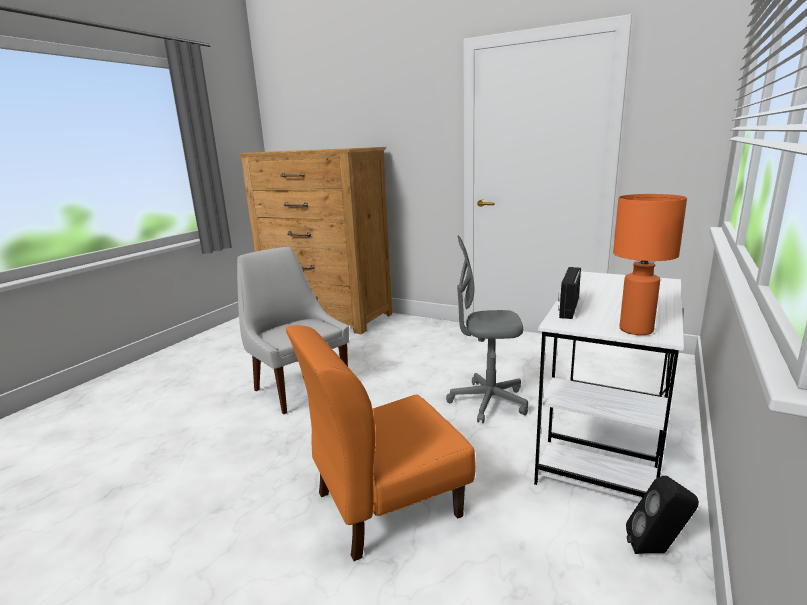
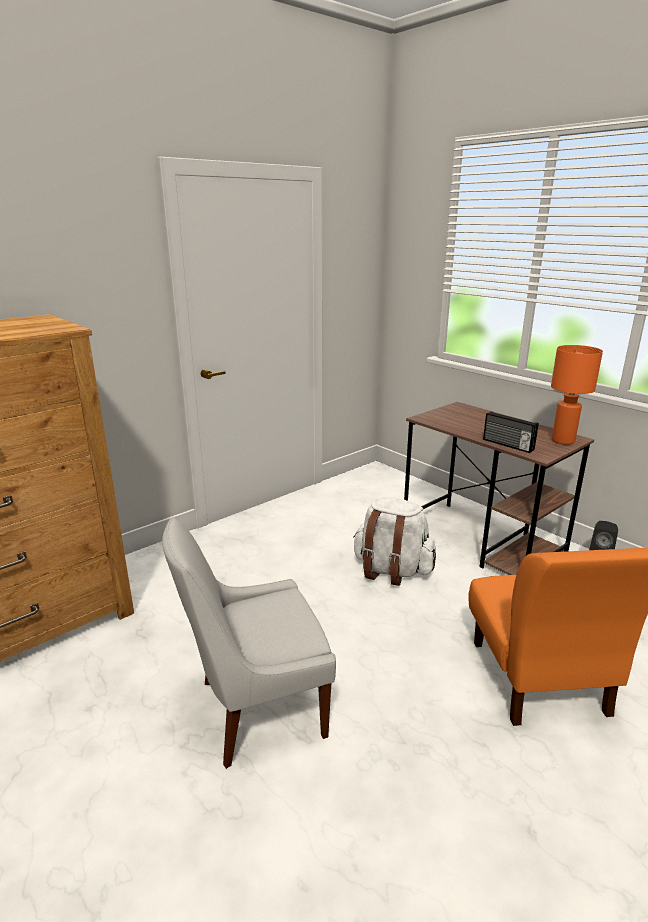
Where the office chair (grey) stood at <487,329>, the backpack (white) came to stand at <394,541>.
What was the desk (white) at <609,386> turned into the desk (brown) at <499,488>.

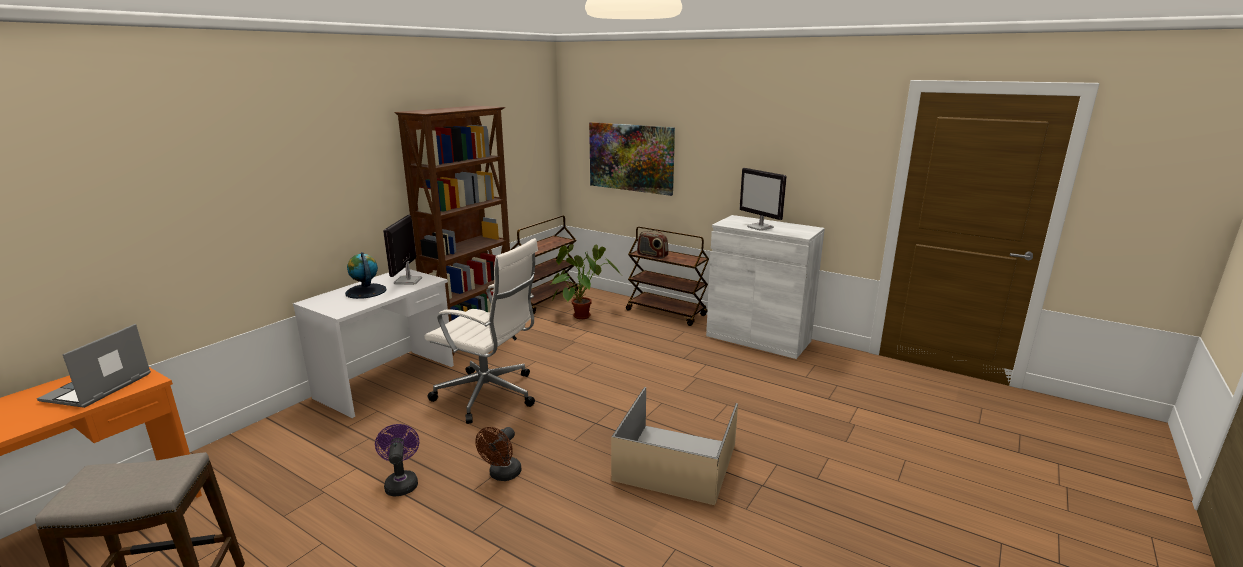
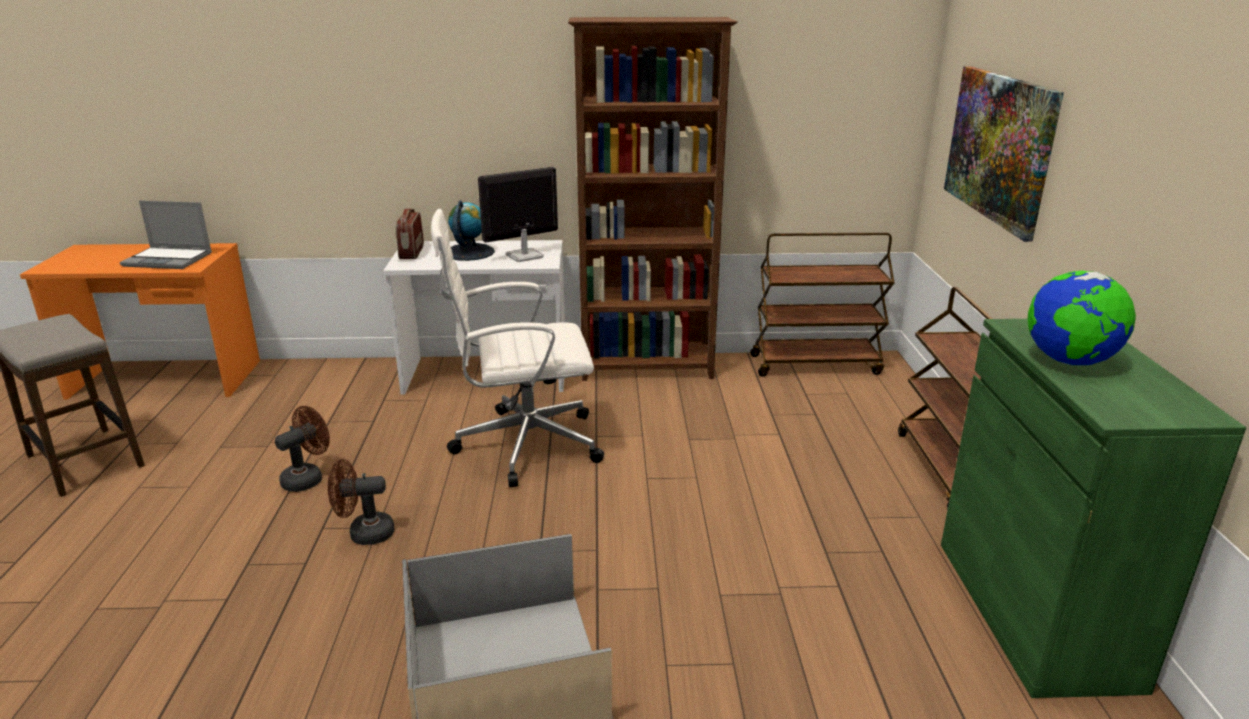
Where the monitor stood at <763,199>, the globe came to stand at <1081,318>.
What was the cabinet (white) at <765,287> turned into the cabinet (green) at <1093,508>.
The radio ended up elsewhere, having gone from <653,244> to <409,233>.
The office chair (white) at <481,331> ended up facing another way, 90 degrees clockwise from before.
The second view lost the potted plant at <585,281>.
The laptop at <94,366> ended up facing another way, 150 degrees counterclockwise from before.
What was the fan (purple) at <397,460> turned into the fan (brown) at <302,449>.

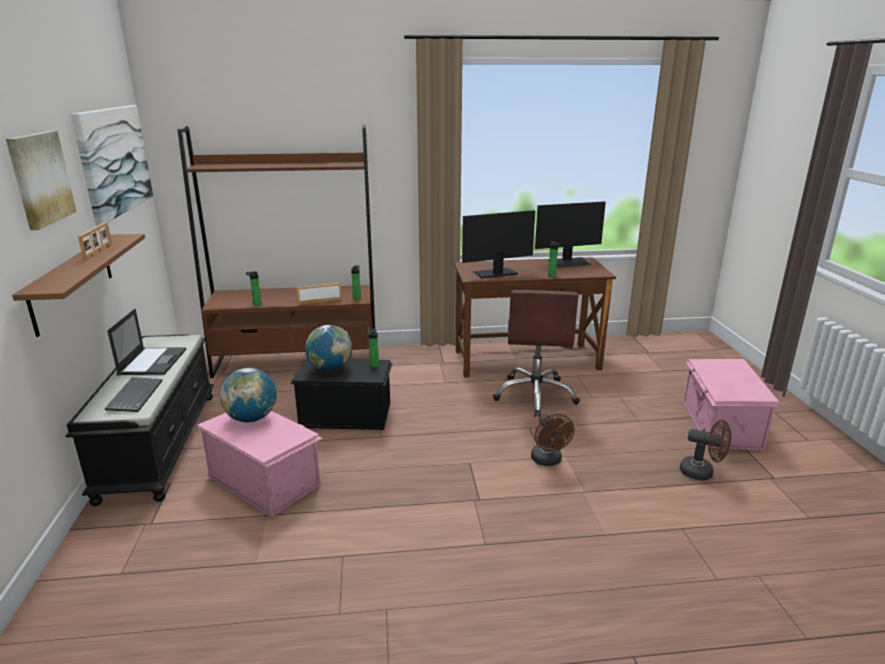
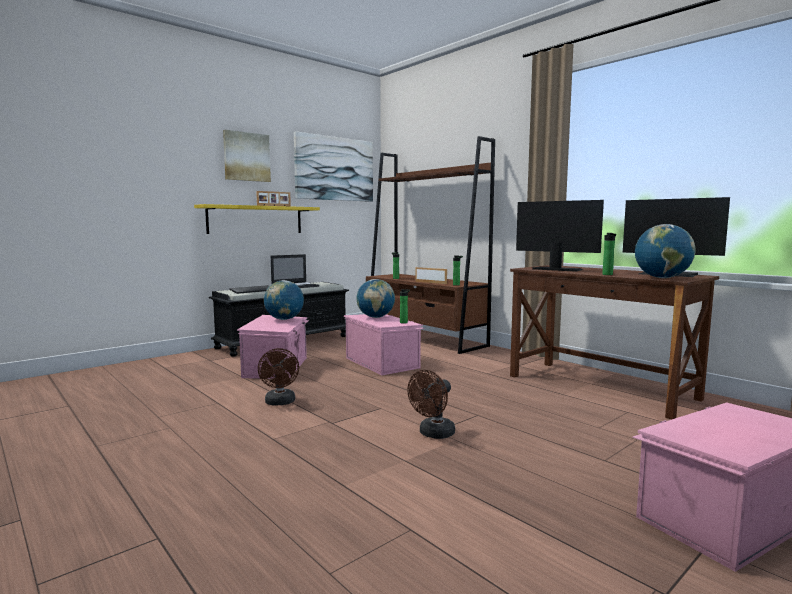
What was the shelf (brown) at <78,285> turned into the shelf (yellow) at <257,219>.
The second view lost the office chair (brown) at <536,353>.
What was the storage box (black) at <341,394> turned into the storage box (pink) at <384,344>.
The fan (brown) ended up elsewhere, having gone from <705,450> to <278,377>.
The second view gained the globe at <665,251>.

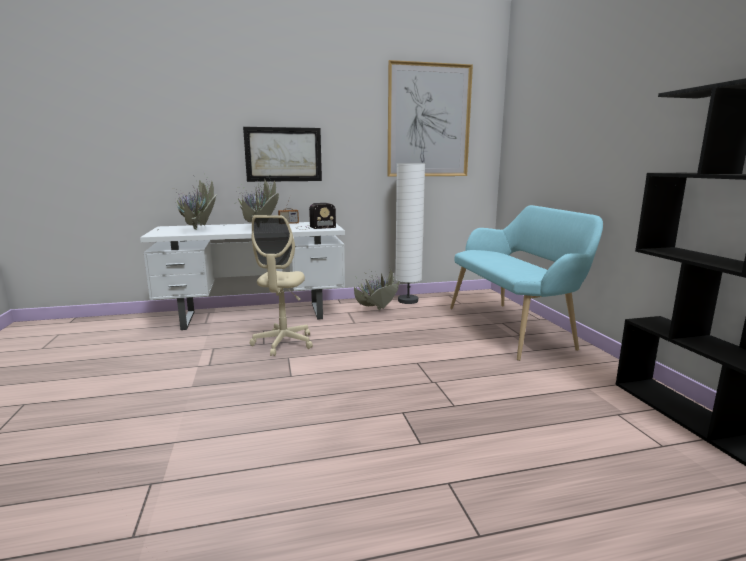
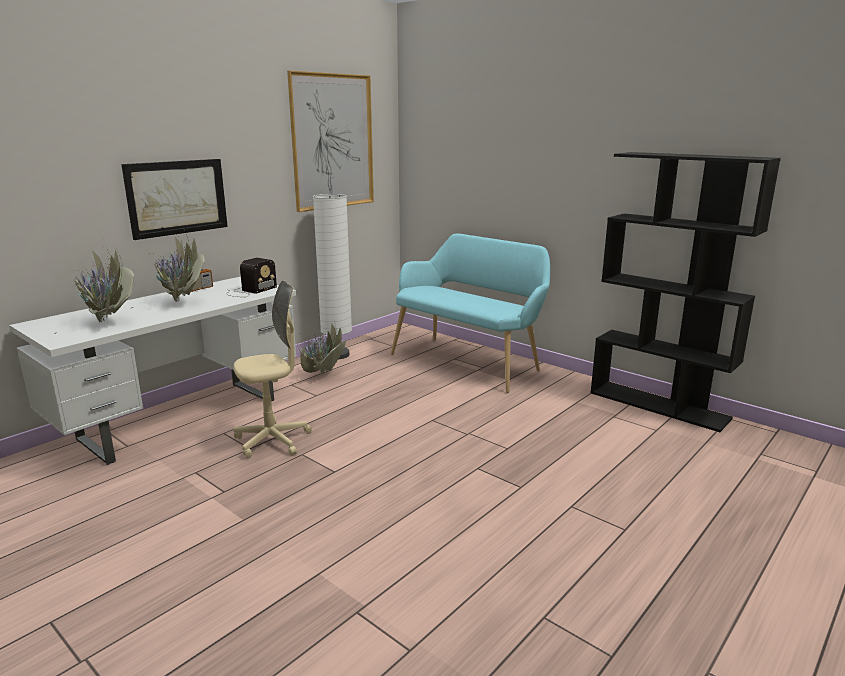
The office chair (beige) at <281,285> ended up facing another way, 90 degrees counterclockwise from before.

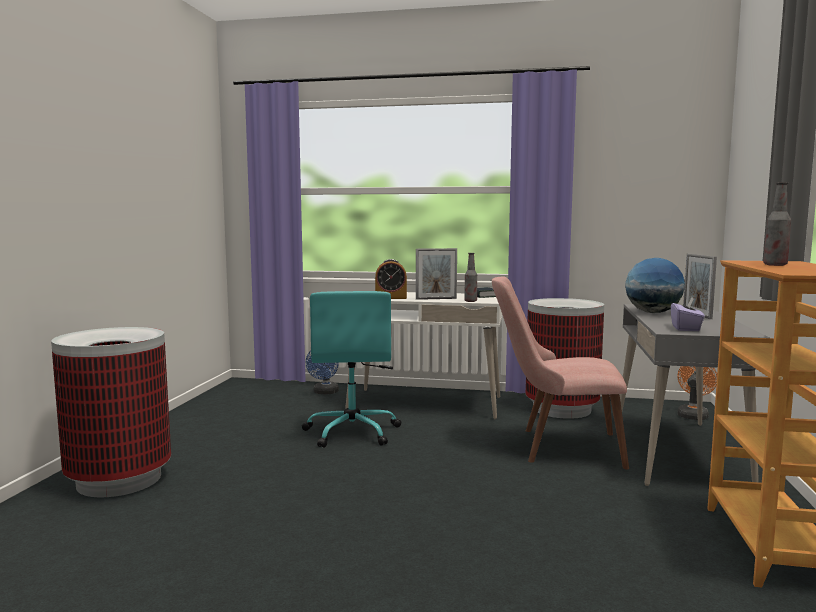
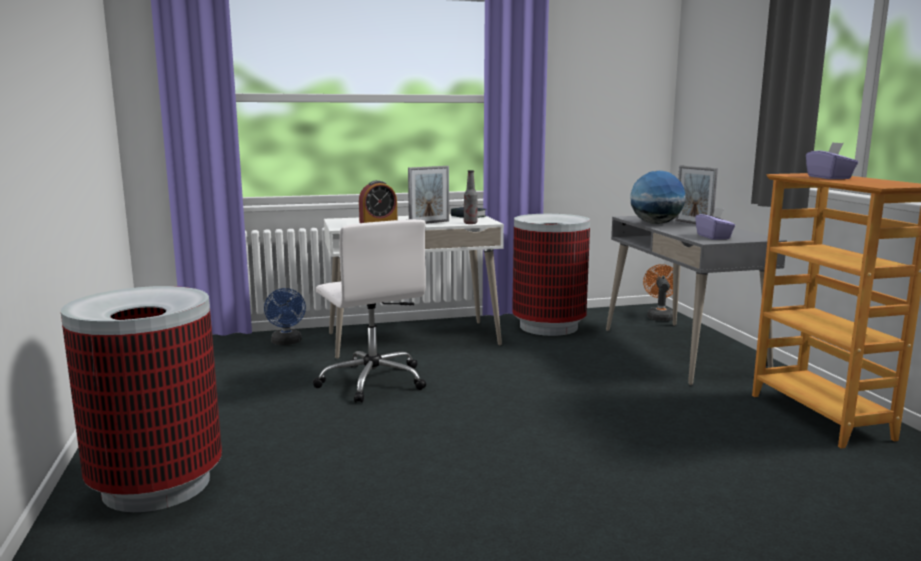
Where the bottle stood at <777,224>, the tissue box (purple) came to stand at <832,160>.
The second view lost the chair (pink) at <560,373>.
What was the office chair (turquoise) at <351,369> turned into the office chair (white) at <369,311>.

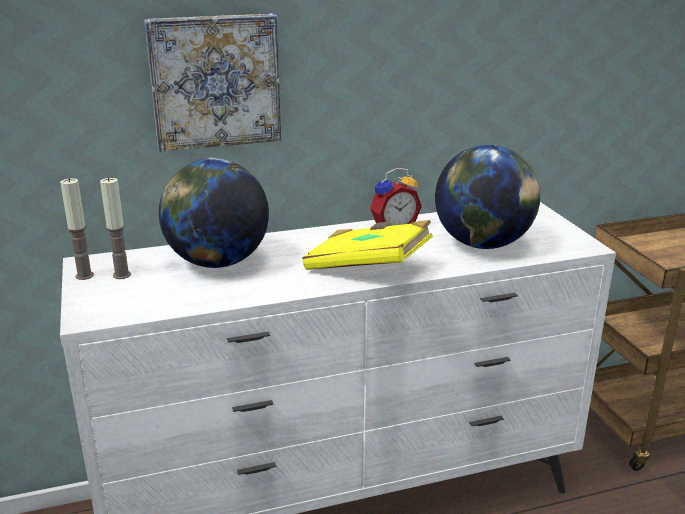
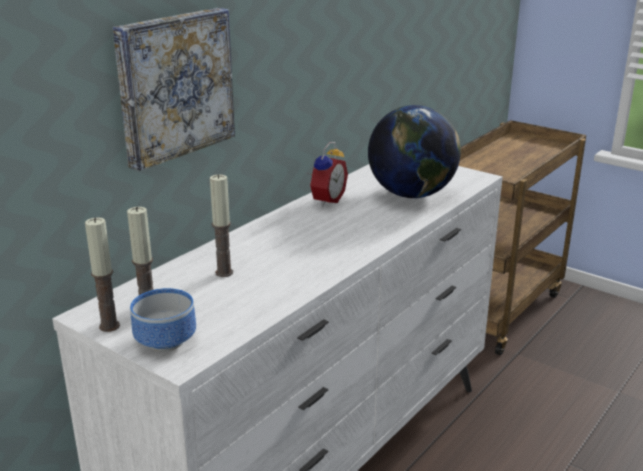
Where the globe stood at <214,213>, the candle came to stand at <221,225>.
The second view lost the book (yellow) at <367,245>.
The second view gained the bowl at <163,320>.

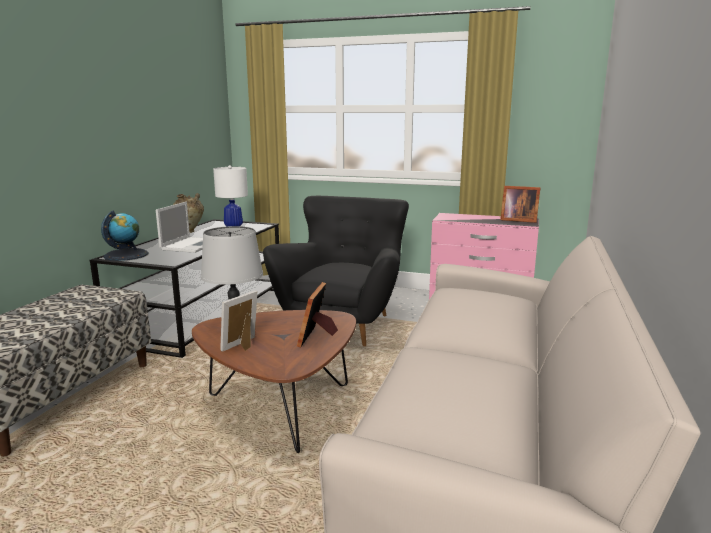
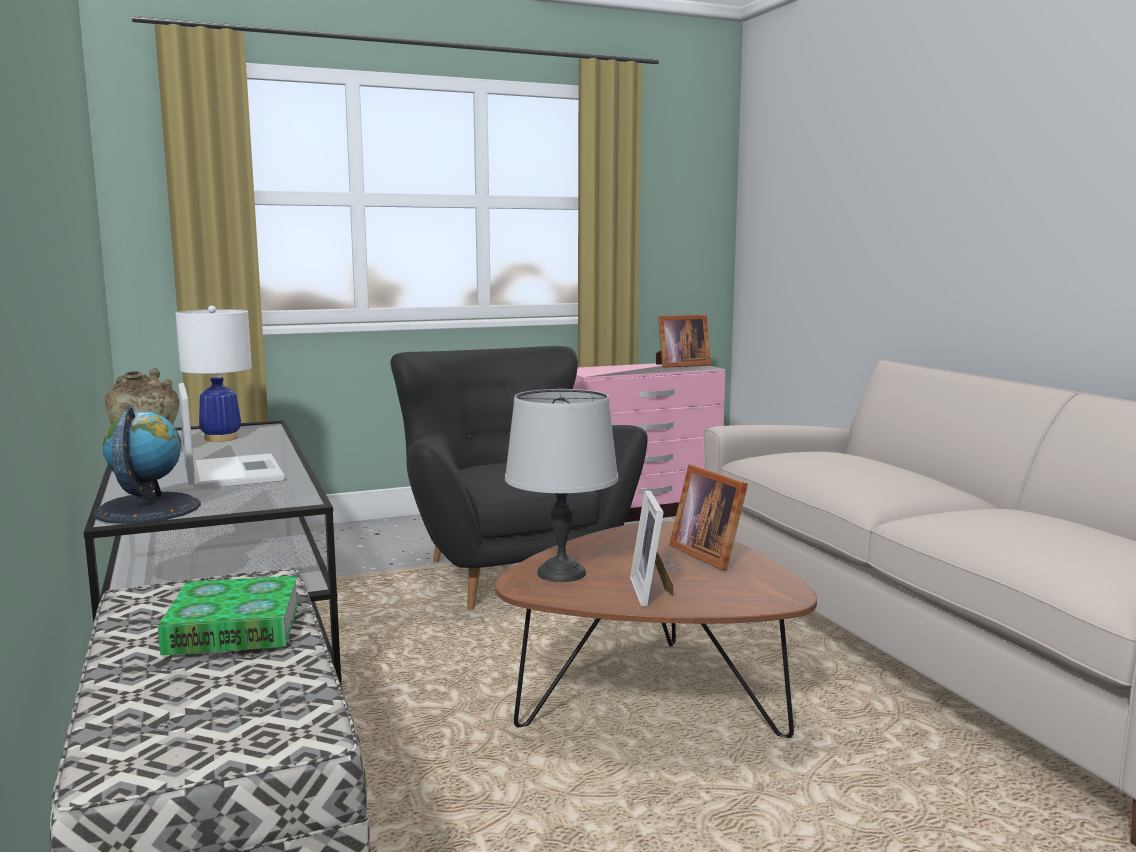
The second view gained the book at <228,615>.

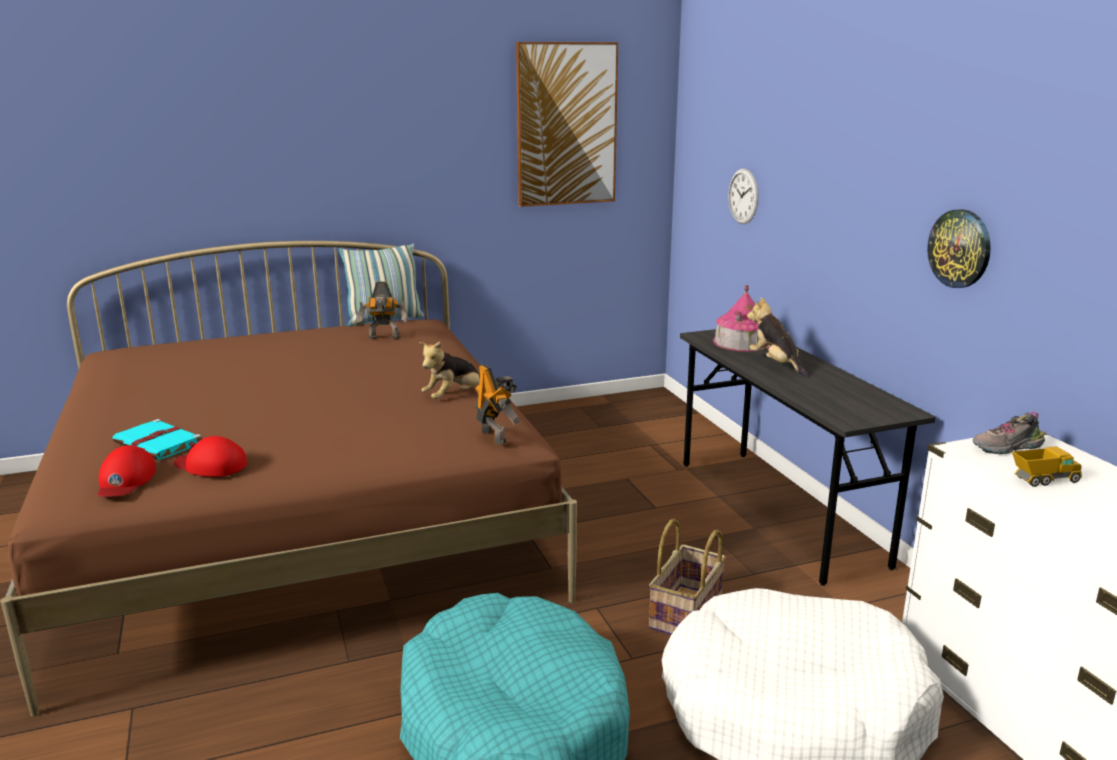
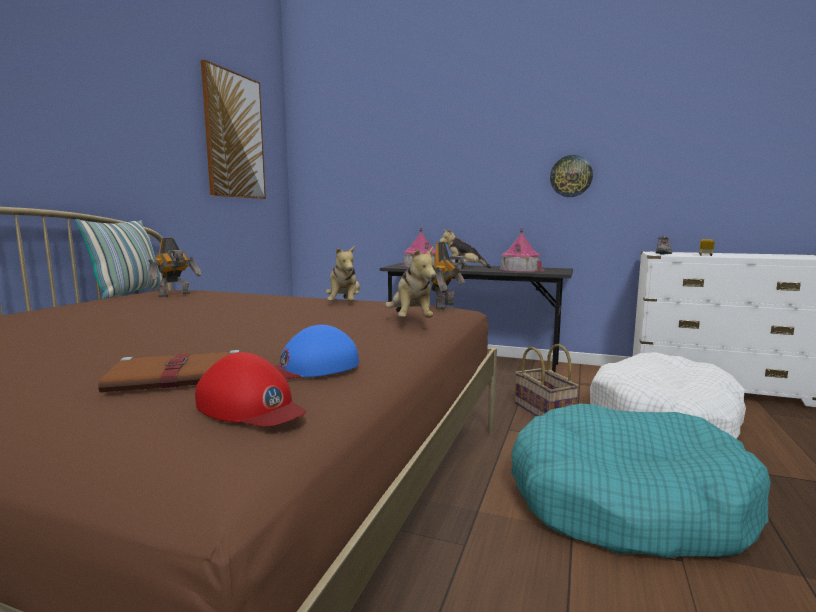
The second view lost the wall clock at <743,196>.
The toy robot at <497,404> ended up facing another way, 105 degrees clockwise from before.
What was the book (turquoise) at <156,439> turned into the book (brown) at <168,371>.
What was the cap (red) at <210,456> turned into the cap (blue) at <316,352>.
The second view gained the toy house at <522,250>.
The second view gained the plush toy at <410,282>.

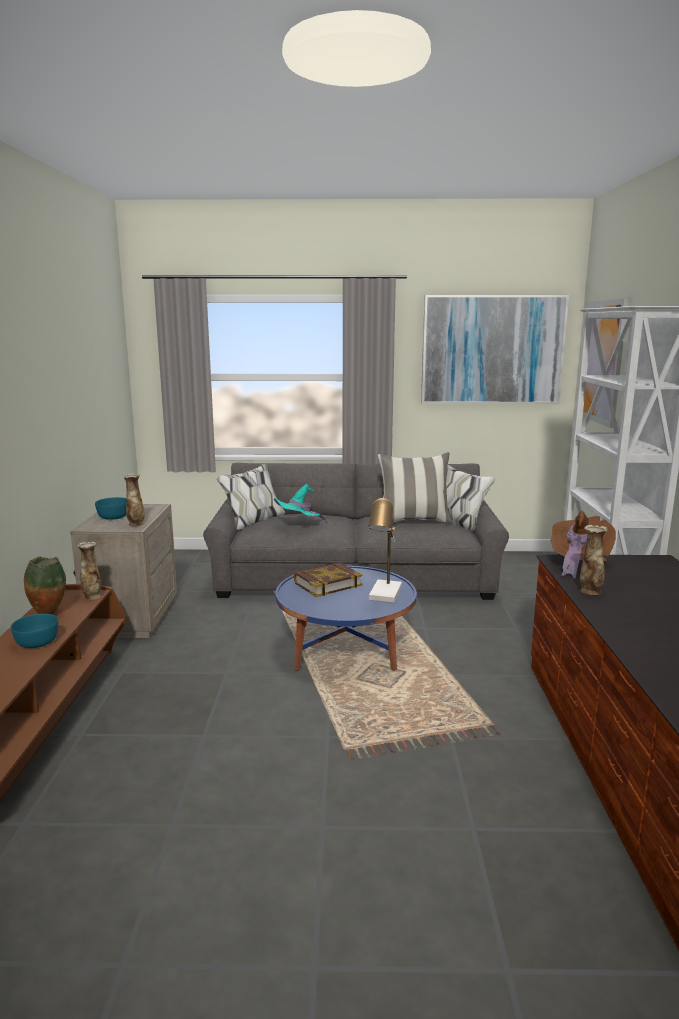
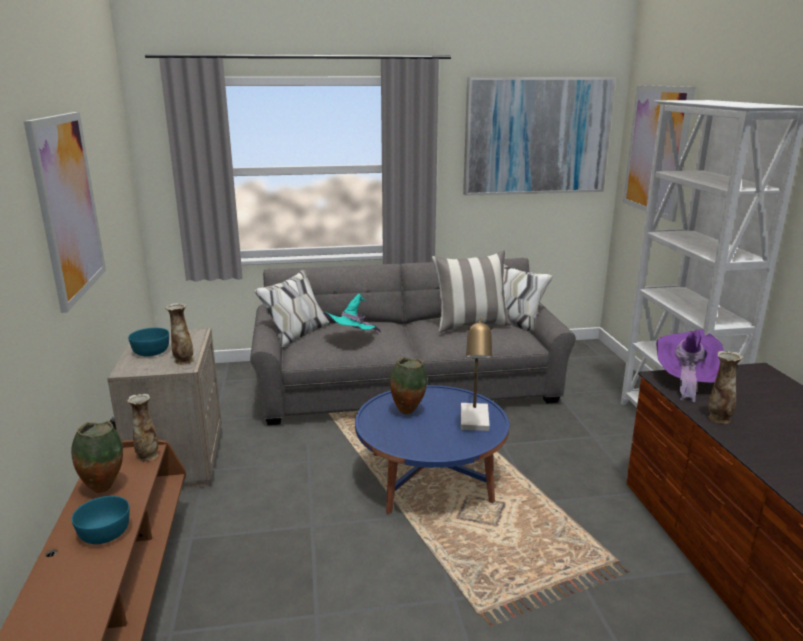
What was the hat (brown) at <583,545> turned into the hat (purple) at <690,366>.
Where the book stood at <328,580>, the vase came to stand at <408,385>.
The second view gained the picture at <65,212>.

